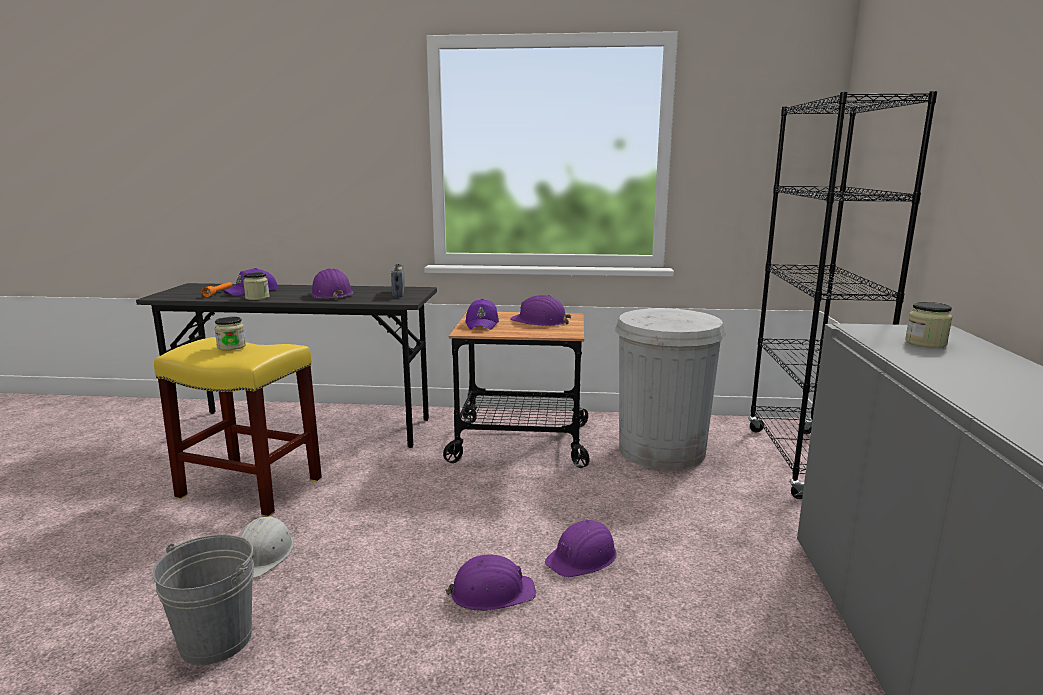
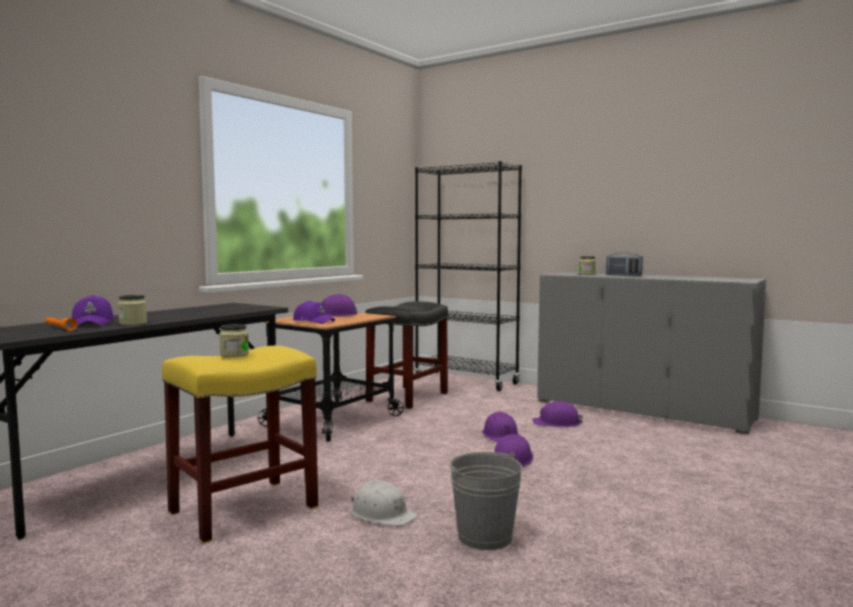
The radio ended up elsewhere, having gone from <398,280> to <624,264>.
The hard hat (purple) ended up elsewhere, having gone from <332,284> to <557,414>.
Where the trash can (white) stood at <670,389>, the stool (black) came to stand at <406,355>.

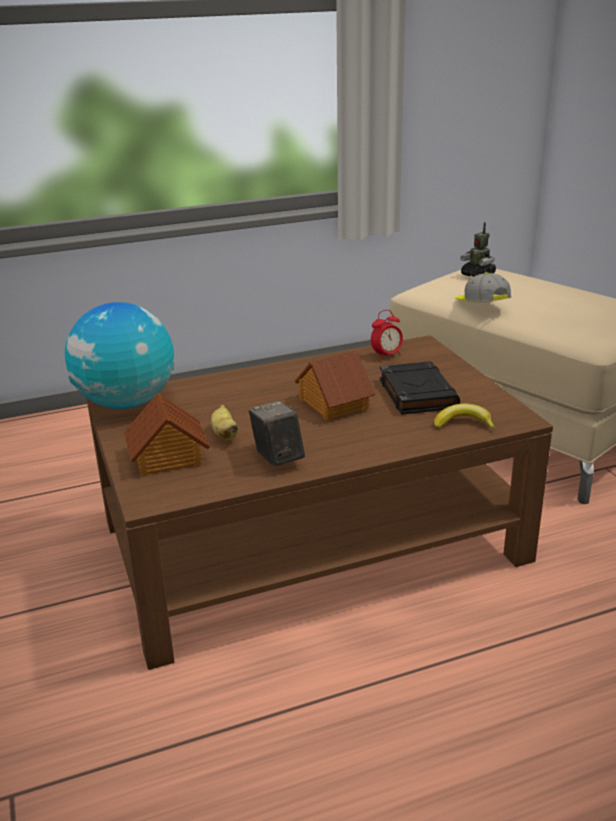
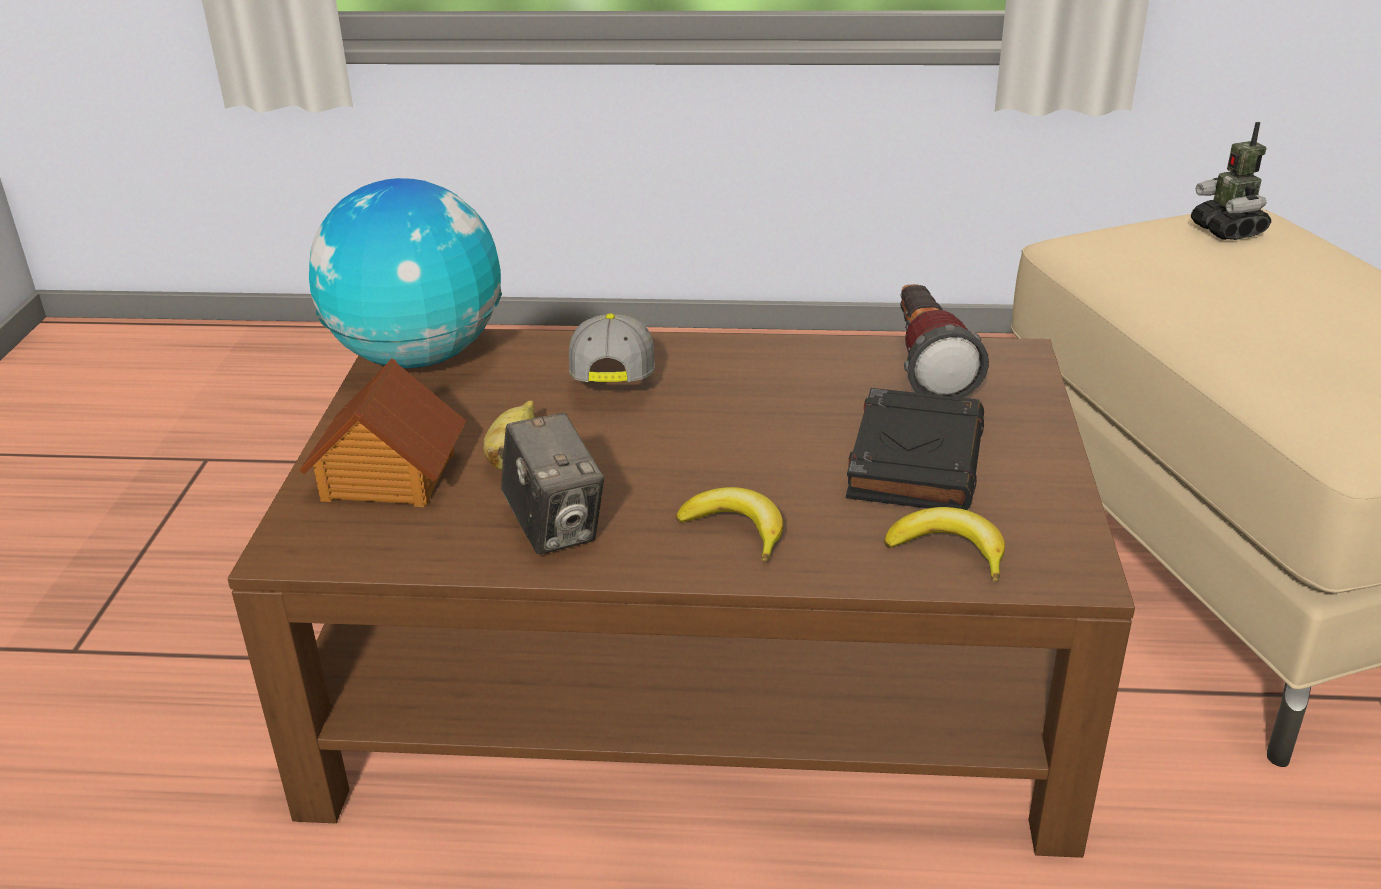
The cap ended up elsewhere, having gone from <483,287> to <612,347>.
Where the alarm clock stood at <387,335>, the flashlight came to stand at <944,341>.
The second view lost the toy house at <335,385>.
The photo camera at <277,433> ended up facing another way, 150 degrees clockwise from before.
The second view gained the banana at <729,524>.

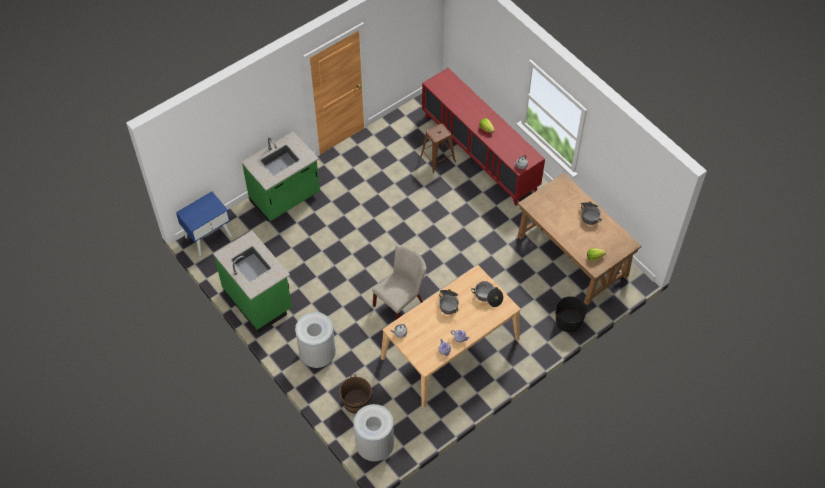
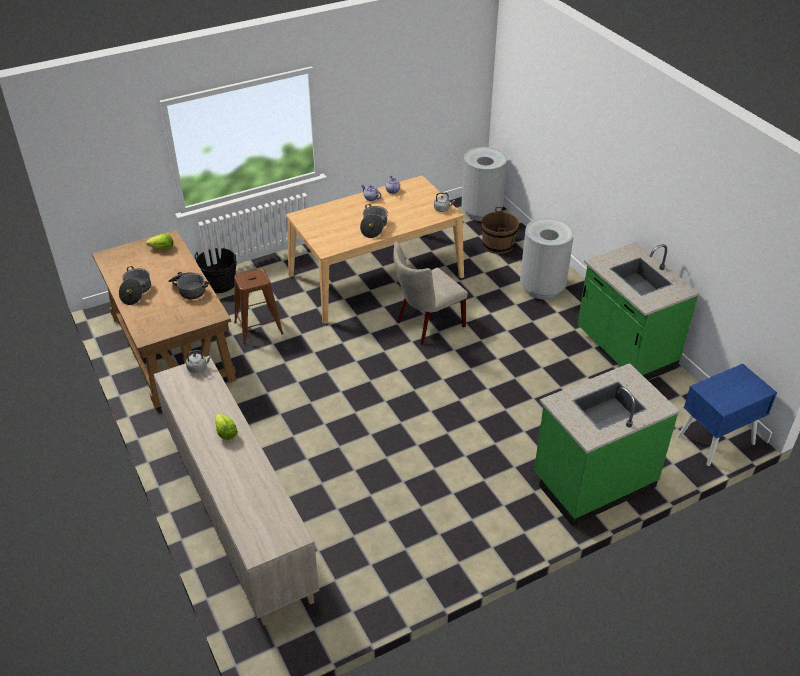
What was the cabinet (red) at <483,136> turned into the cabinet (beige) at <236,491>.
The stool (brown) ended up elsewhere, having gone from <438,148> to <259,306>.
The cooking pot ended up elsewhere, having gone from <487,294> to <189,285>.

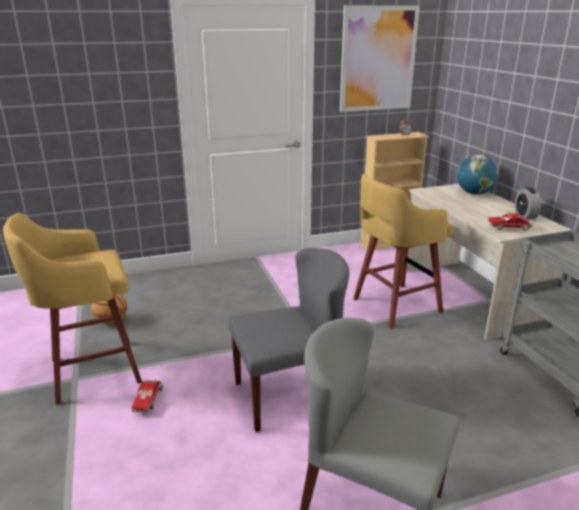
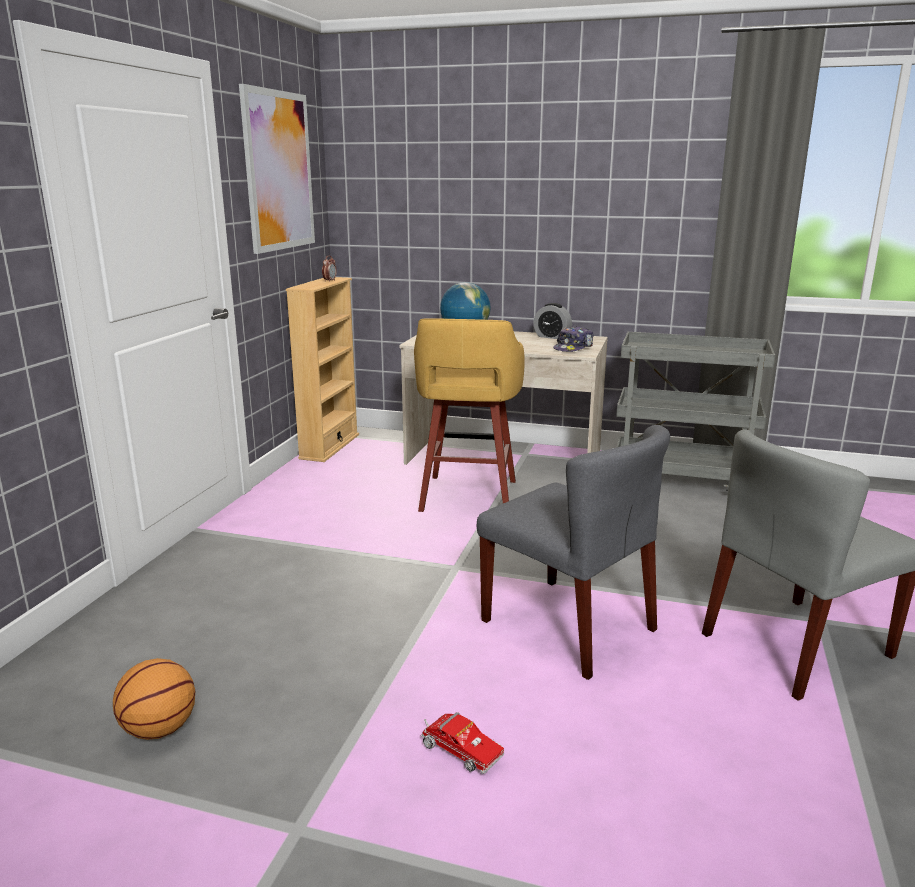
The second view lost the stool (yellow) at <72,309>.
Where the toy truck stood at <511,222>, the cap came to stand at <573,339>.
The chair (grey) at <288,340> ended up facing another way, 120 degrees clockwise from before.

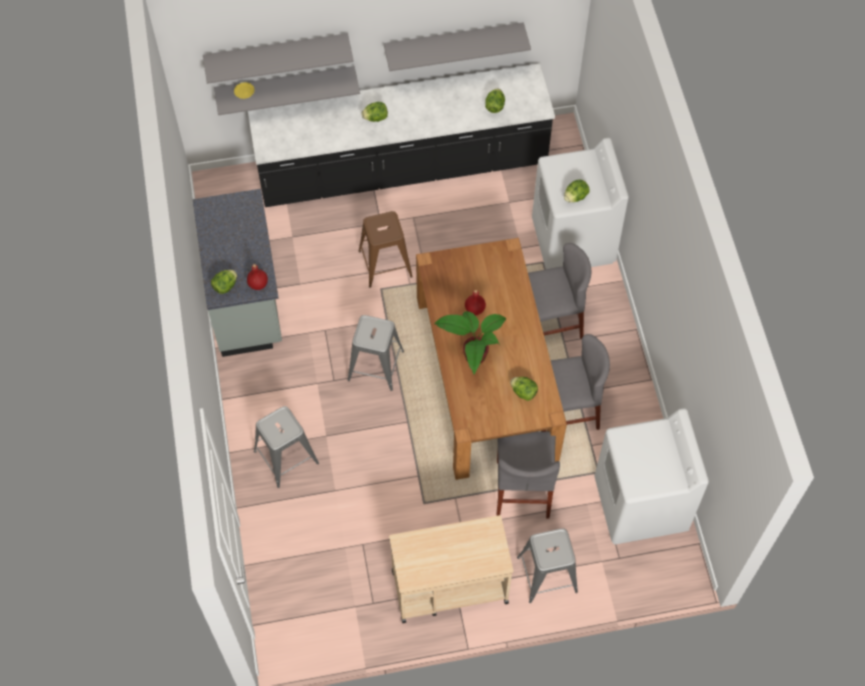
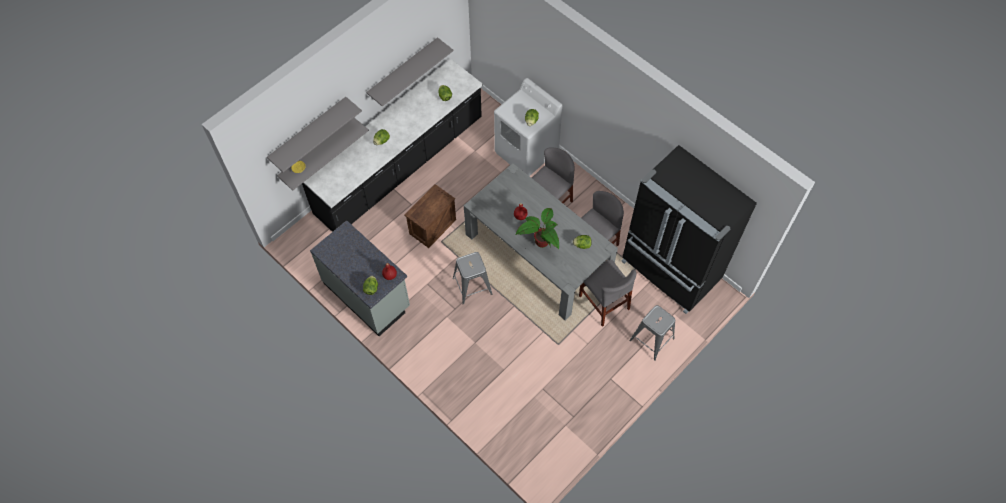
Where the stool (brown) stood at <385,249>, the crate came to stand at <430,216>.
What was the dining table (brown) at <491,359> turned into the dining table (grey) at <541,241>.
The second view lost the stool (grey) at <286,447>.
Where the washing machine (white) stood at <652,476>, the fridge (black) came to stand at <689,229>.
The second view lost the cart (beige) at <451,569>.

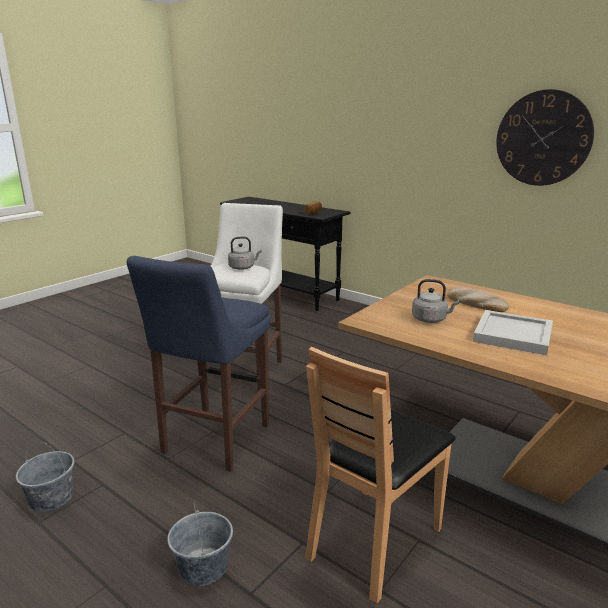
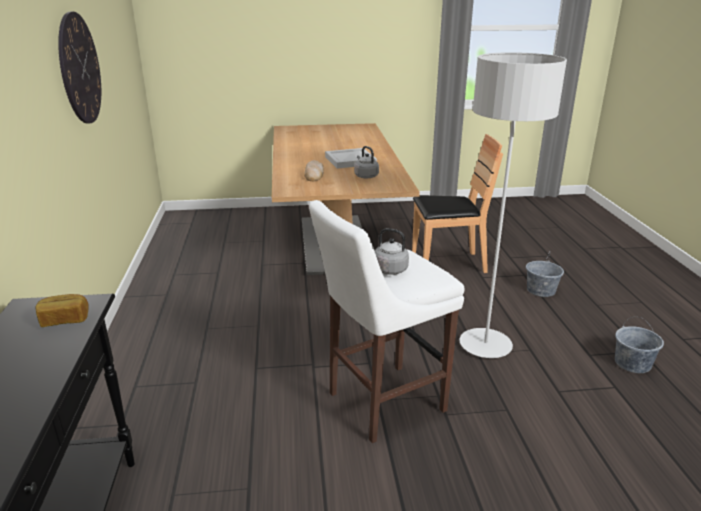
Where the stool (blue) stood at <199,364>, the floor lamp (grey) came to stand at <513,205>.

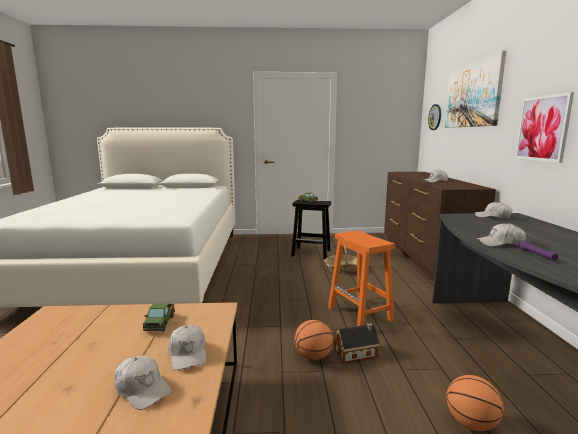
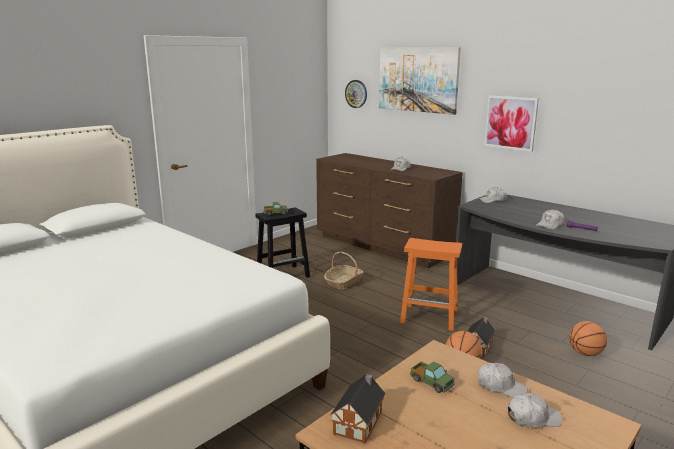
The second view gained the toy house at <358,409>.

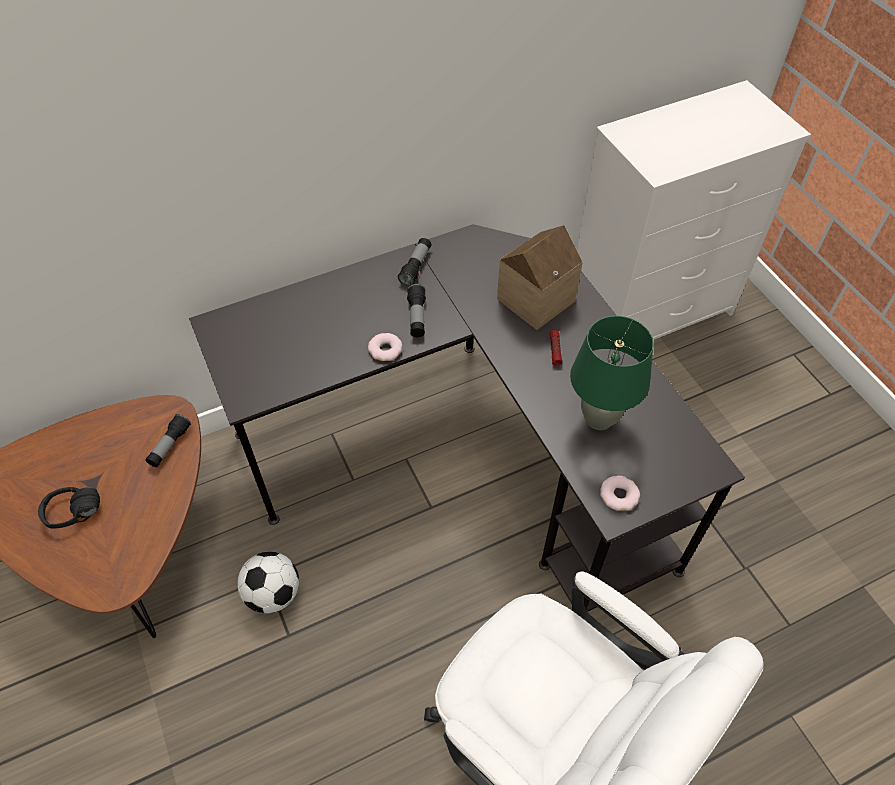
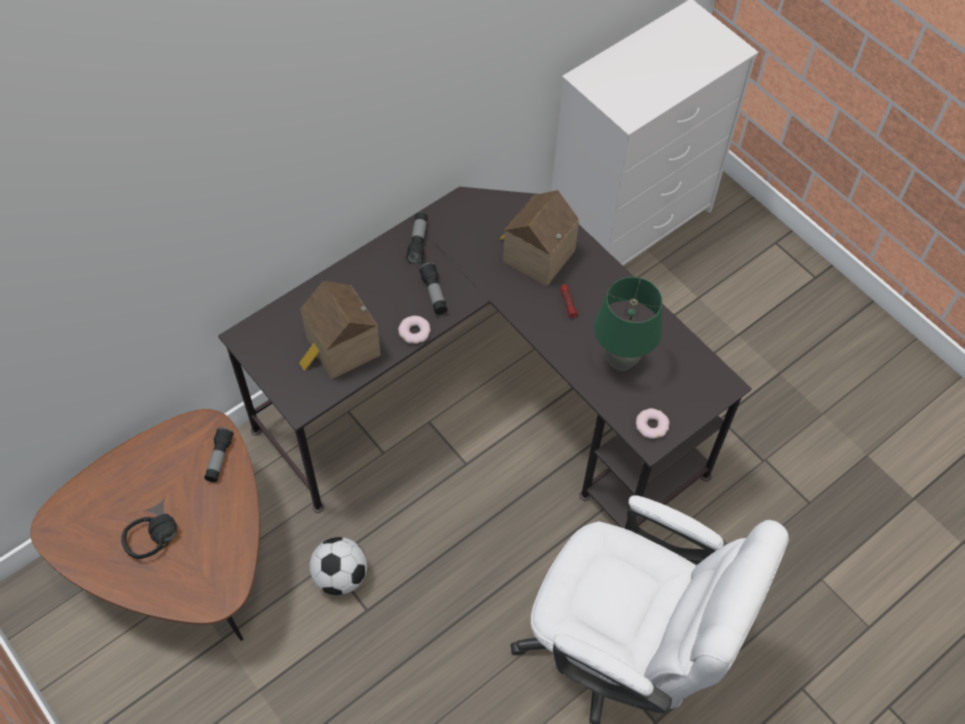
The second view gained the toy house at <340,330>.

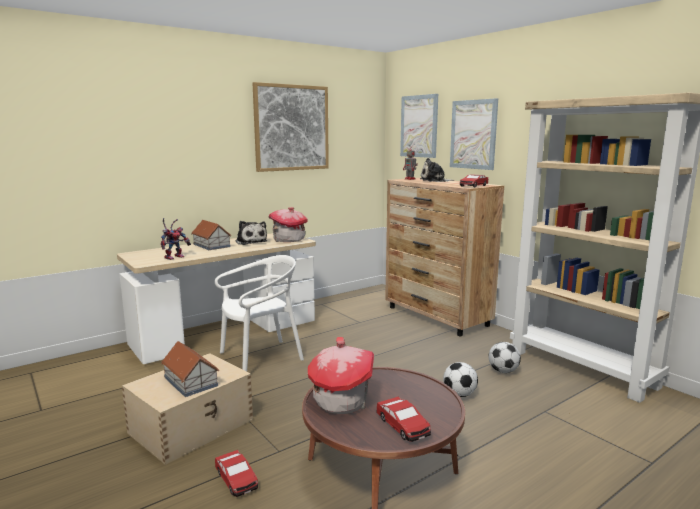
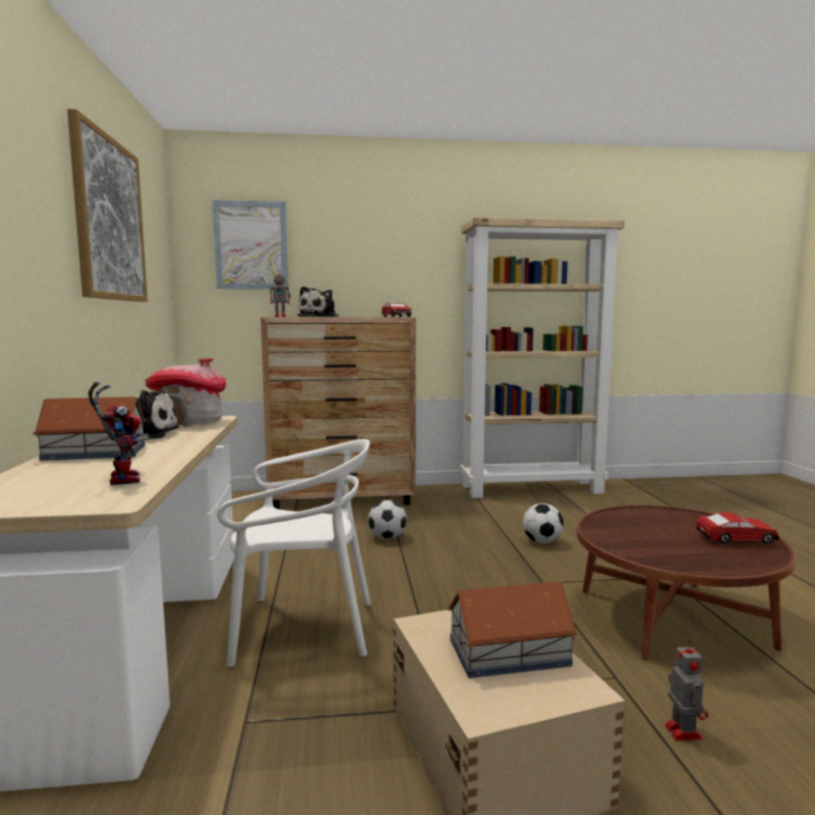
The second view lost the picture at <474,134>.
The chair (white) at <259,313> ended up facing another way, 90 degrees clockwise from before.
The second view lost the toy house at <341,375>.
The football ended up elsewhere, having gone from <504,357> to <387,519>.
Where the toy car stood at <236,473>, the toy robot came to stand at <686,690>.

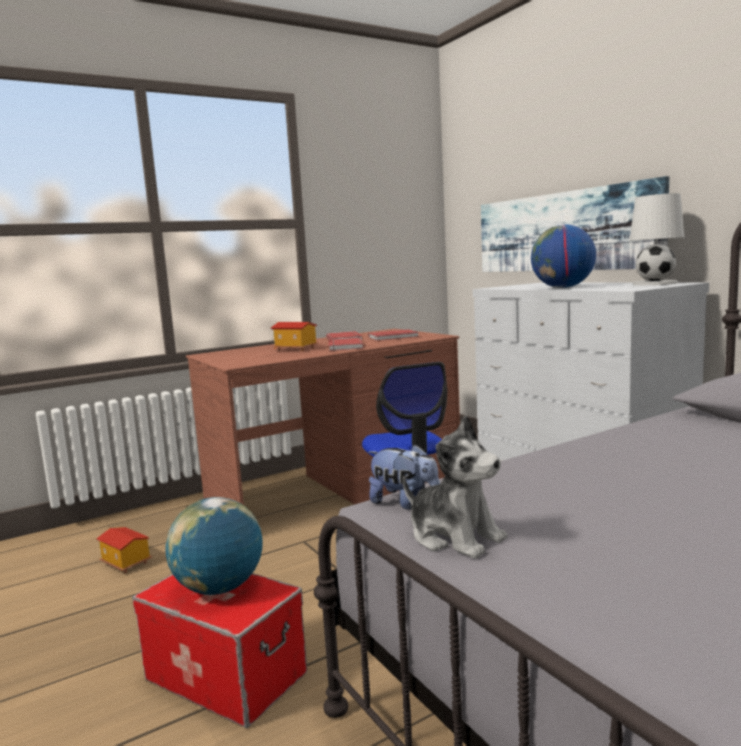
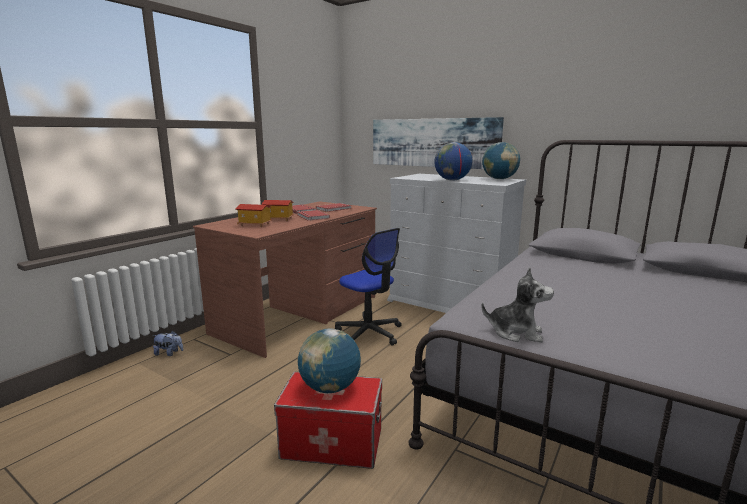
Where the table lamp (white) stood at <656,239>, the globe came to stand at <501,160>.
The plush toy ended up elsewhere, having gone from <404,477> to <167,343>.
The toy house ended up elsewhere, having gone from <124,550> to <253,215>.

